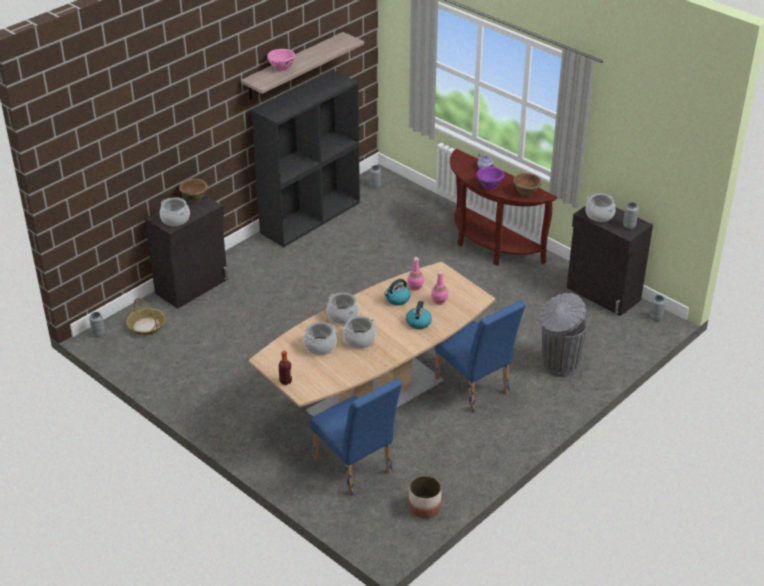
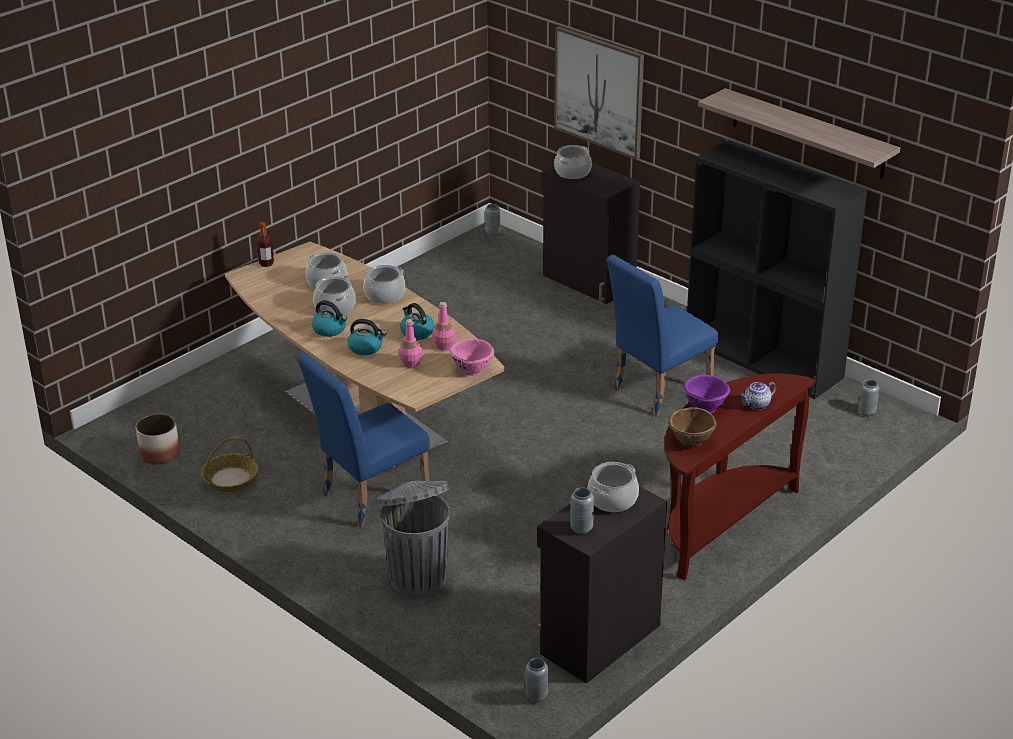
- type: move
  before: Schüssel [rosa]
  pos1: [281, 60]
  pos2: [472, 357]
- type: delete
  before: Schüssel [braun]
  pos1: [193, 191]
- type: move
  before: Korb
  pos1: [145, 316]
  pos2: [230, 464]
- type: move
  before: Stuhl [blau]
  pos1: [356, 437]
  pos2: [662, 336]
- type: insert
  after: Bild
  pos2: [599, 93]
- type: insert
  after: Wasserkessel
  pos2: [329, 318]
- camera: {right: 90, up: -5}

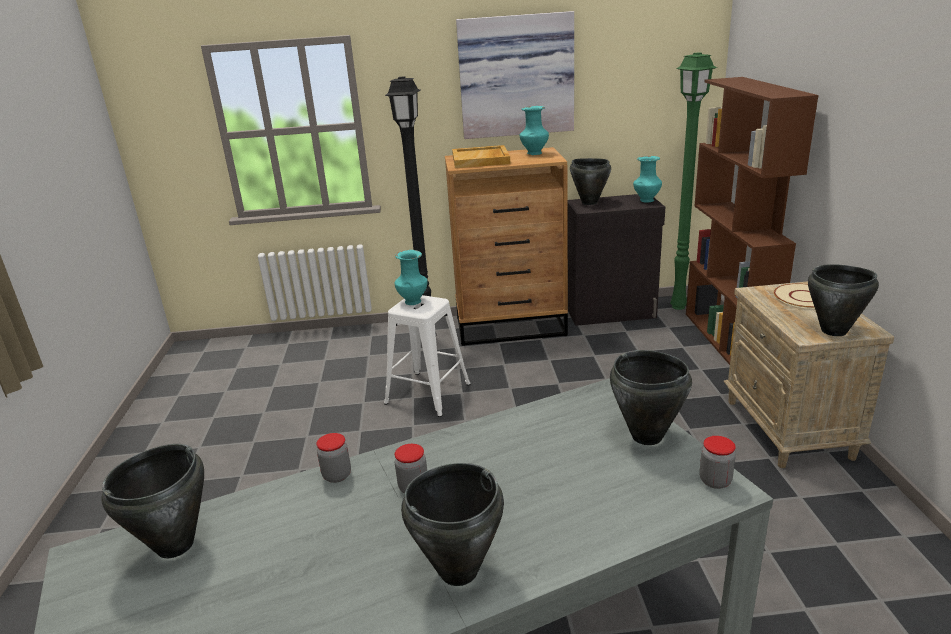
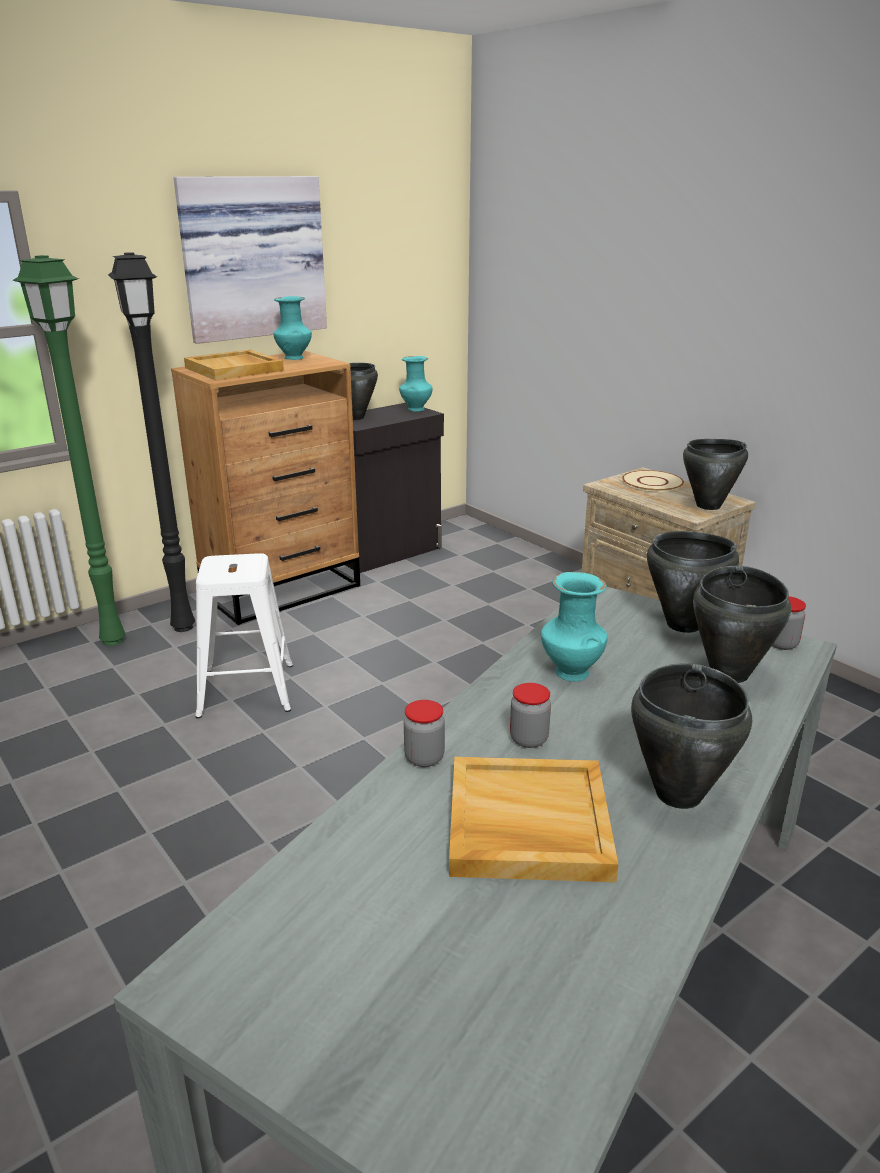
- type: move
  before: Stehlampe [grün]
  pos1: [694, 181]
  pos2: [68, 450]
- type: delete
  before: Bücherregal [braun]
  pos1: [752, 221]
- type: move
  before: Vase [türkis]
  pos1: [411, 277]
  pos2: [574, 626]
- type: move
  before: Kochtopf [schwarz]
  pos1: [152, 501]
  pos2: [742, 624]
- type: insert
  after: Tablett [beige]
  pos2: [533, 819]
- camera: {right: -35, up: 0}

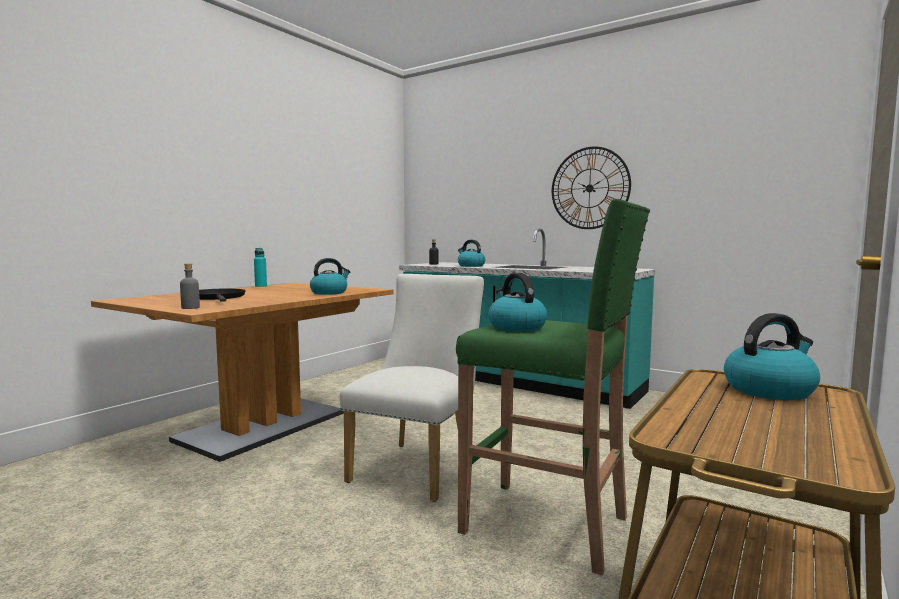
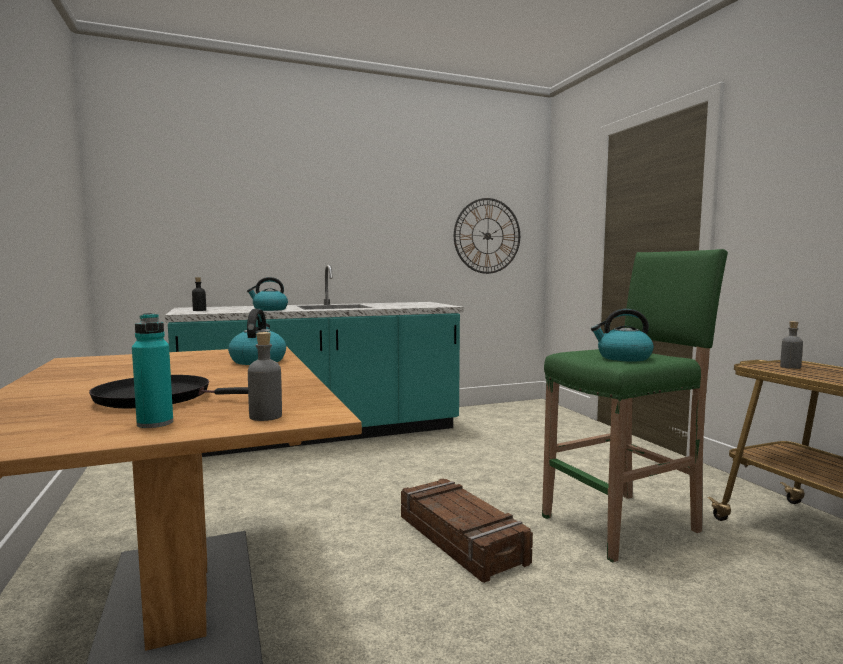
- type: move
  before: Wanduhr
  pos1: [591, 187]
  pos2: [487, 236]
- type: move
  before: Flasche [türkis]
  pos1: [260, 267]
  pos2: [152, 370]
- type: replace
  before: Stuhl [weiß]
  after: Kiste
  pos1: [412, 388]
  pos2: [467, 530]
- type: replace
  before: Wasserkessel
  after: Flasche [grau]
  pos1: [772, 356]
  pos2: [791, 345]
- camera: {right: -55, up: 0}

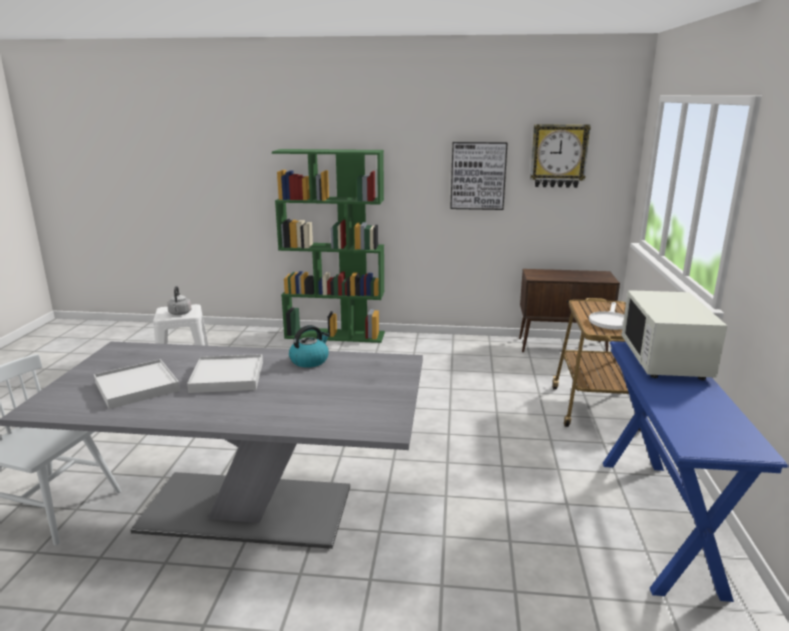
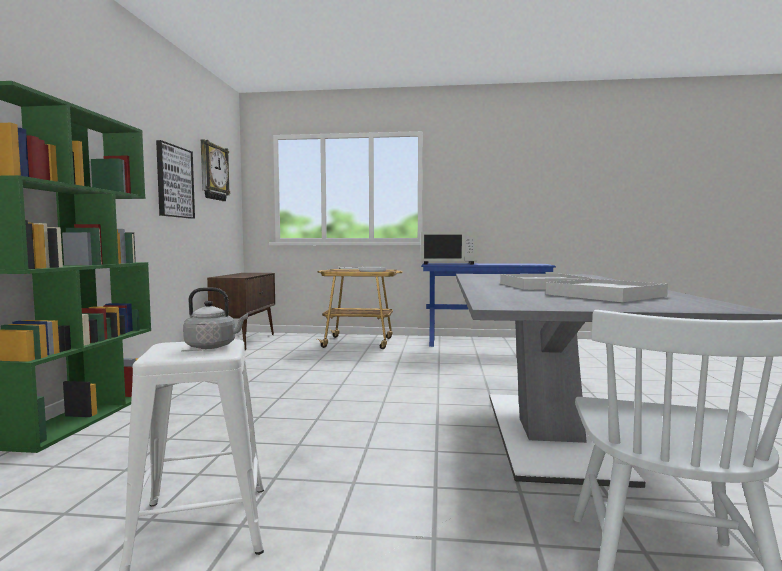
- type: delete
  before: Wasserkessel
  pos1: [309, 346]
- camera: {right: -90, up: -15}

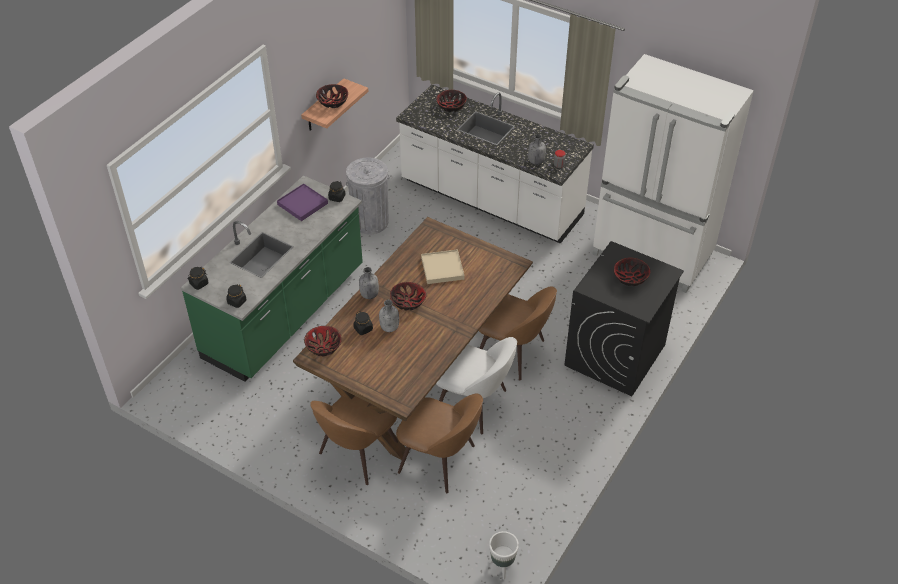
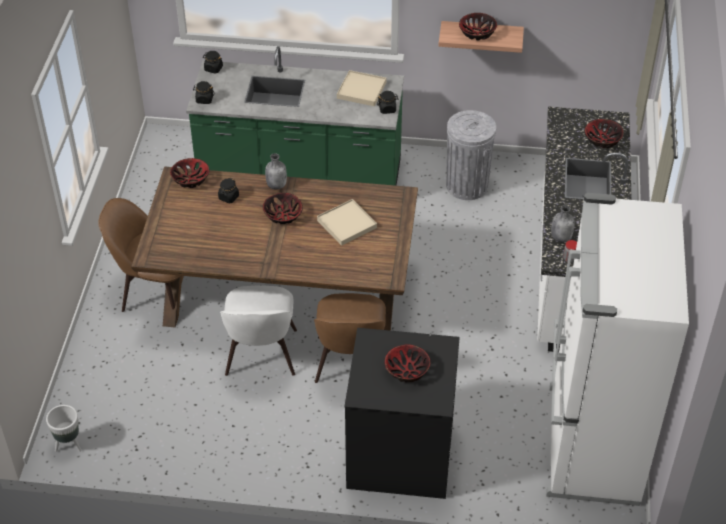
- type: recolor
  before: Tablett [lila]
  after: Tablett [beige]
  pos1: [302, 202]
  pos2: [361, 88]
- type: delete
  before: Flasche [grau]
  pos1: [389, 316]
- type: delete
  before: Stuhl [braun]
  pos1: [439, 443]
- camera: {right: 65, up: 0}

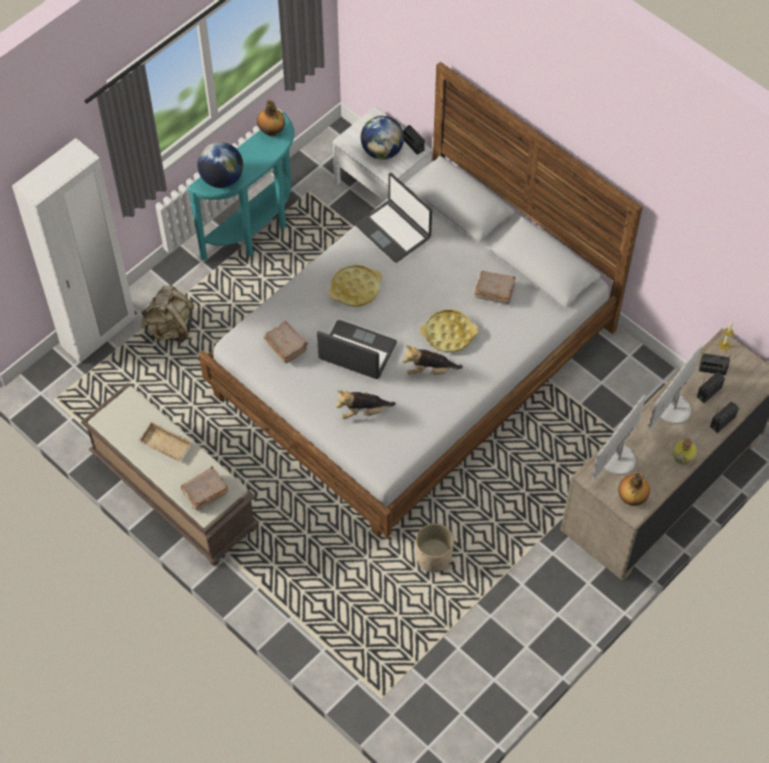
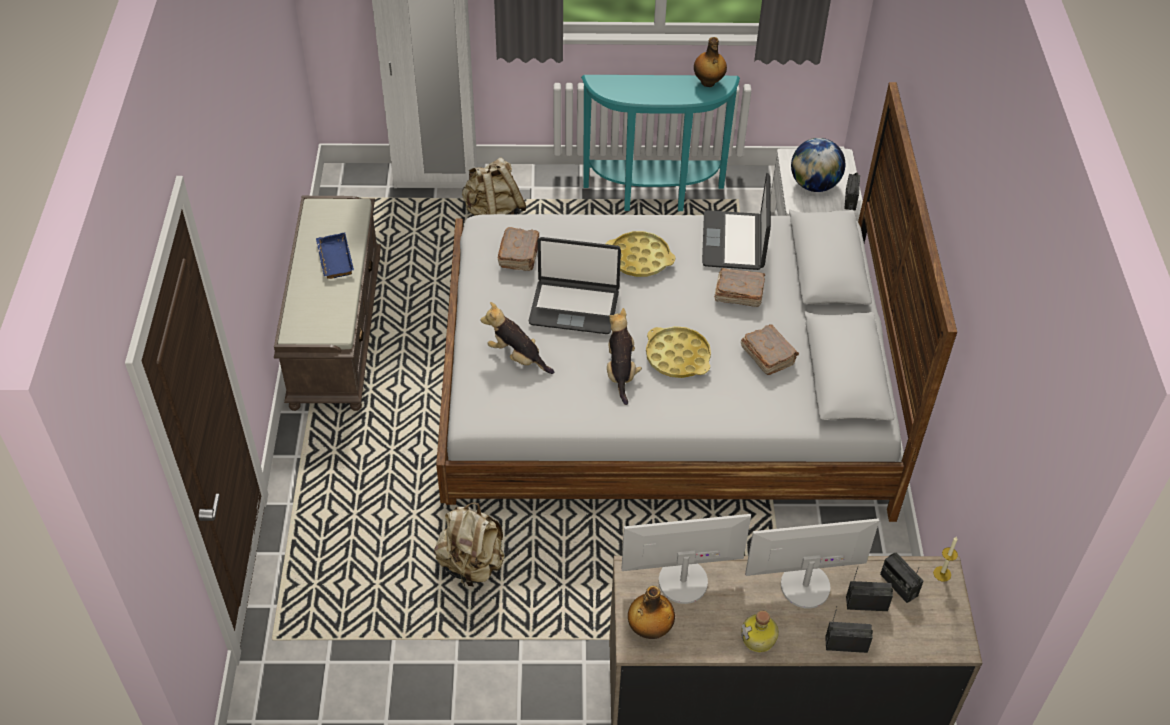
- type: delete
  before: Globus
  pos1: [220, 165]
- type: rotate
  before: Laptop
  pos1: [357, 349]
  pos2: [575, 285]
  turn: 120
- type: rotate
  before: Plüschtier
  pos1: [432, 360]
  pos2: [624, 356]
  turn: 45
- type: recolor
  before: Tablett [beige]
  after: Tablett [blau]
  pos1: [165, 441]
  pos2: [335, 256]
- type: move
  before: Buch [braun]
  pos1: [204, 488]
  pos2: [739, 287]
- type: replace
  before: Pflanzkübel [beige]
  after: Rucksack [beige]
  pos1: [435, 547]
  pos2: [469, 545]
- camera: {right: 45, up: -10}

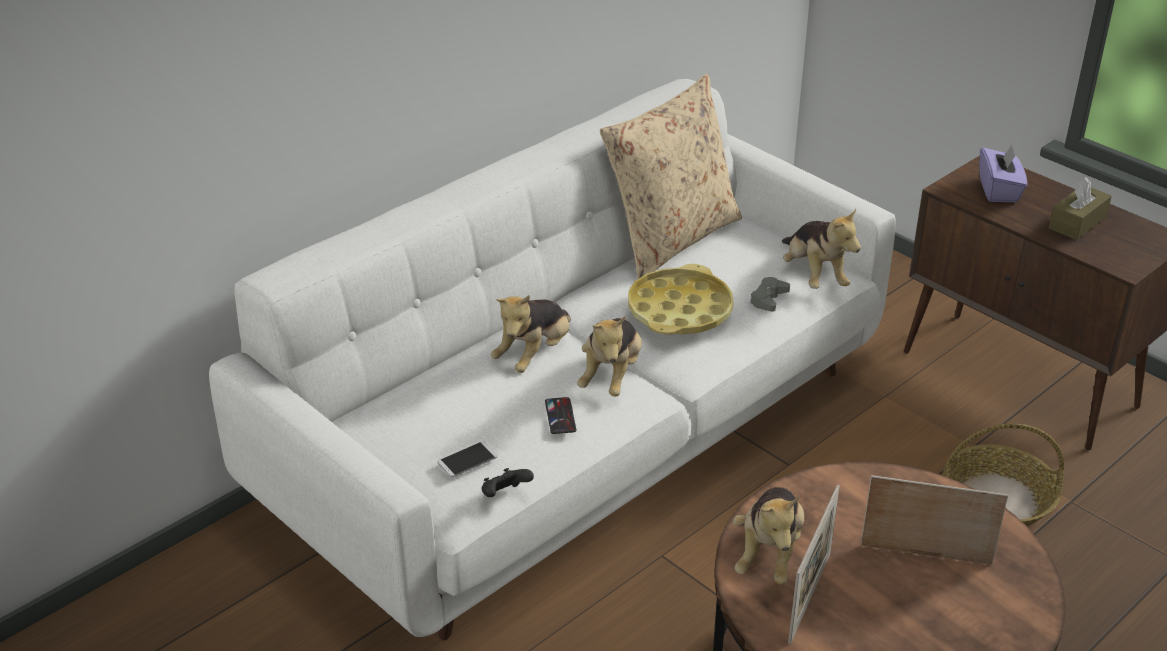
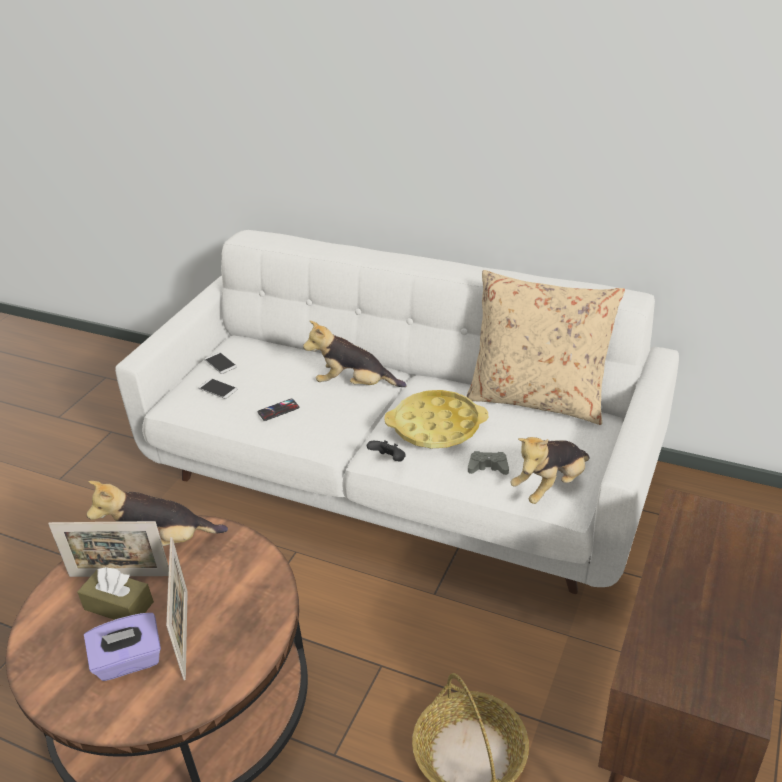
- type: move
  before: Taschentuchbox [lila]
  pos1: [1003, 173]
  pos2: [122, 647]
- type: move
  before: Taschentuchbox [braun]
  pos1: [1080, 208]
  pos2: [115, 593]
- type: delete
  before: Plüschtier
  pos1: [609, 356]
- type: move
  before: Gamepad [schwarz]
  pos1: [508, 482]
  pos2: [386, 451]
- type: insert
  after: Handy
  pos2: [220, 363]
- camera: {right: 70, up: 0}

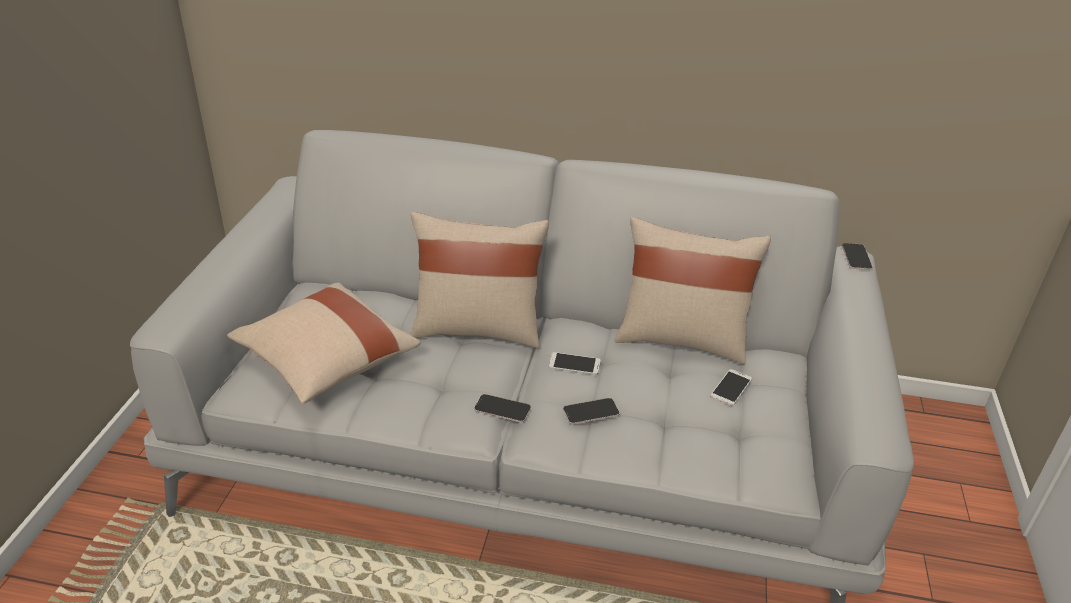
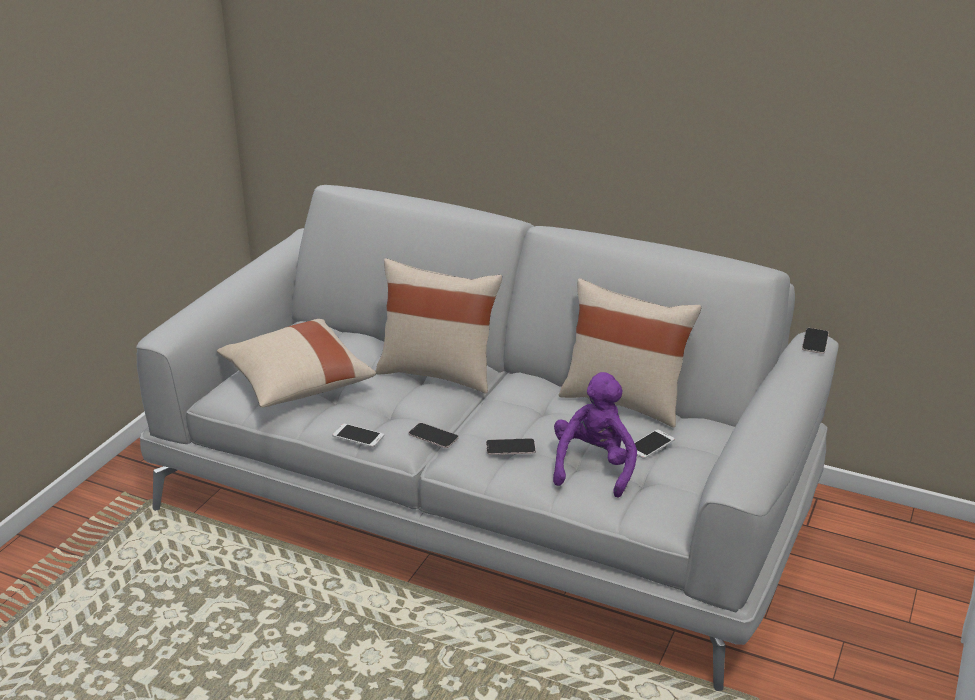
- type: move
  before: Handy
  pos1: [574, 363]
  pos2: [358, 435]
- type: insert
  after: Plüschtier [lila]
  pos2: [595, 434]
- camera: {right: 15, up: -5}

